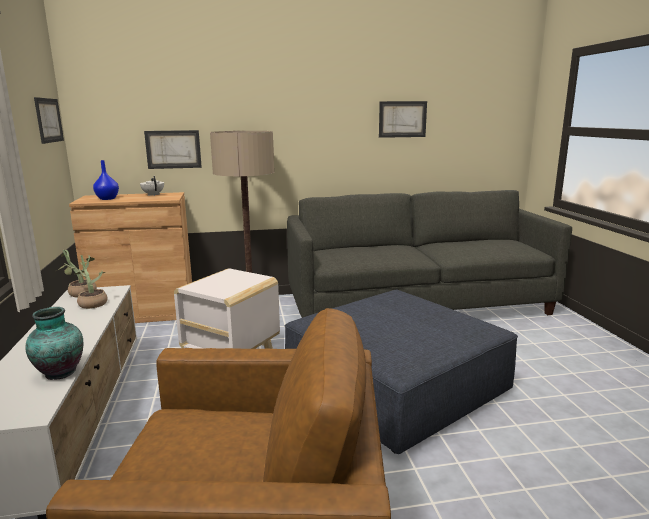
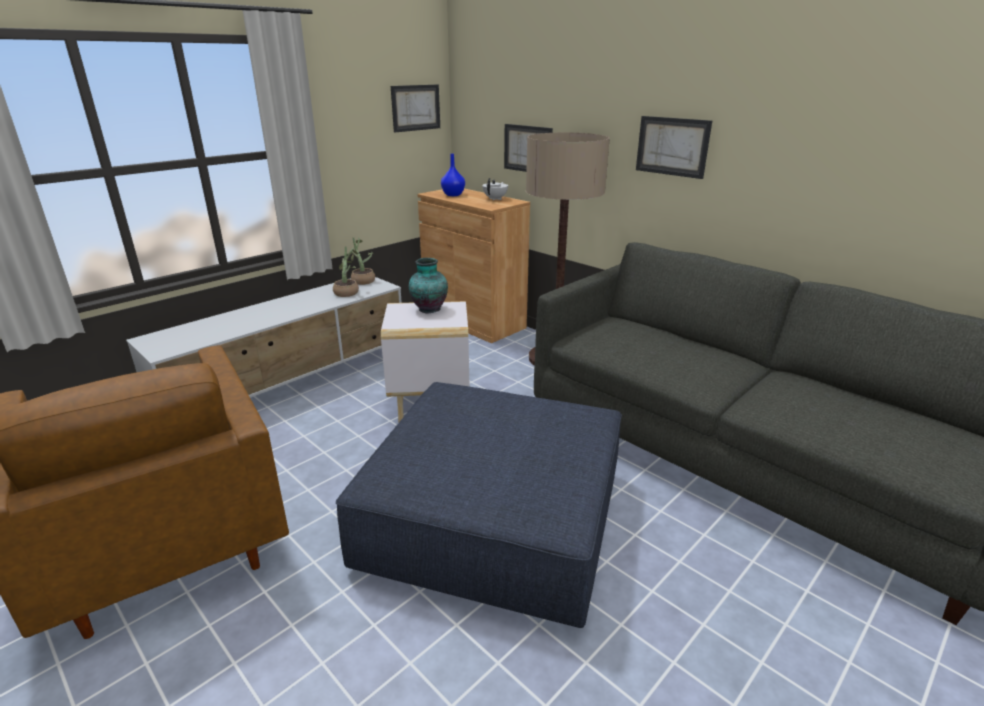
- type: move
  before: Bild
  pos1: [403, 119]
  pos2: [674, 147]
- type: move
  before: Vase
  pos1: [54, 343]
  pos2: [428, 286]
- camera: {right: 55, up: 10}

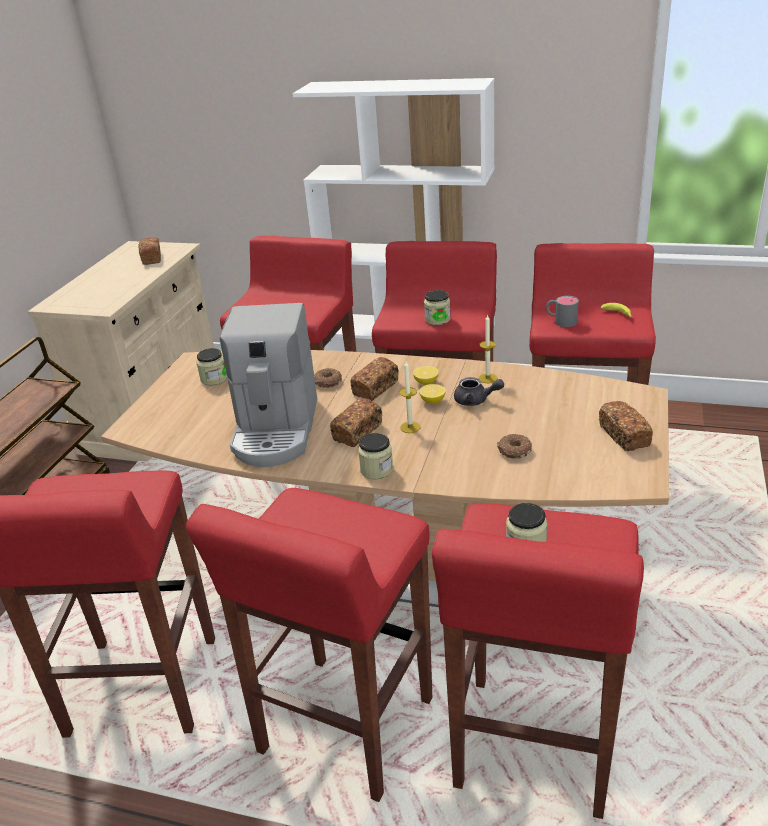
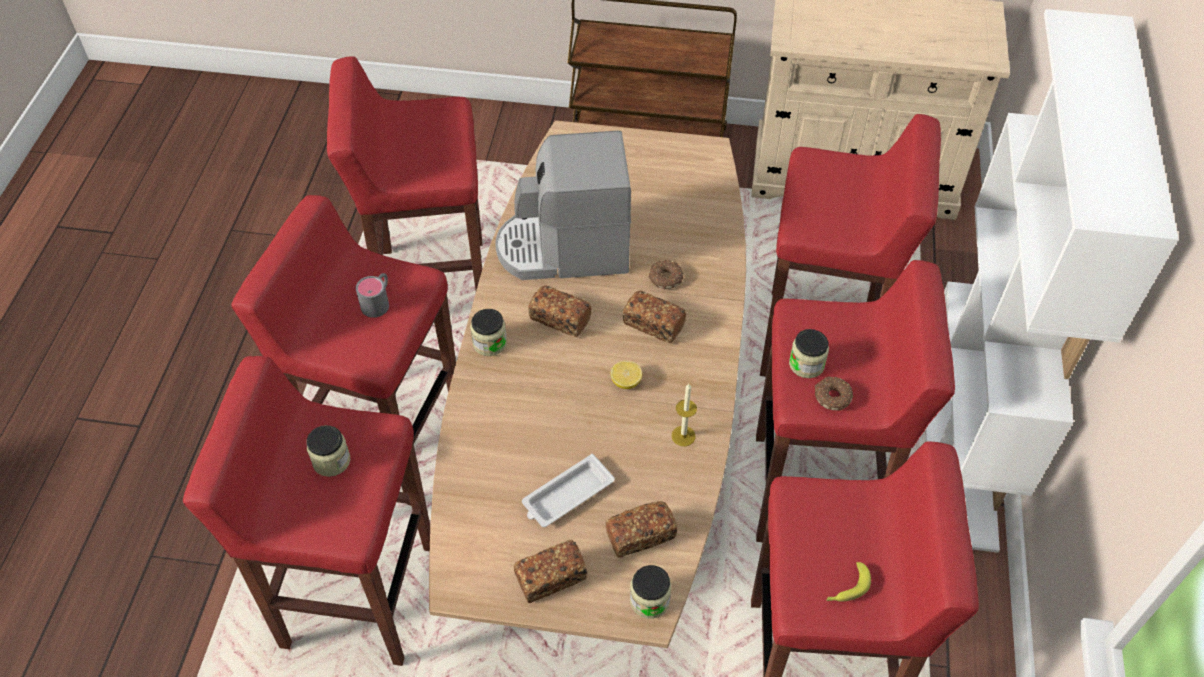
- type: move
  before: Brot
  pos1: [149, 251]
  pos2: [641, 529]
- type: move
  before: Henkelbecher [grau]
  pos1: [562, 311]
  pos2: [372, 295]
- type: move
  before: Vorratsglas
  pos1: [212, 367]
  pos2: [650, 592]
- type: delete
  before: Kerze
  pos1: [410, 397]
- type: delete
  before: Zitrone
  pos1: [426, 375]
- type: delete
  before: Teekanne [grau]
  pos1: [479, 391]
- type: move
  before: Donut
  pos1: [514, 446]
  pos2: [834, 393]
- type: insert
  after: Tablett [weiß]
  pos2: [568, 490]
- camera: {right: 80, up: 20}

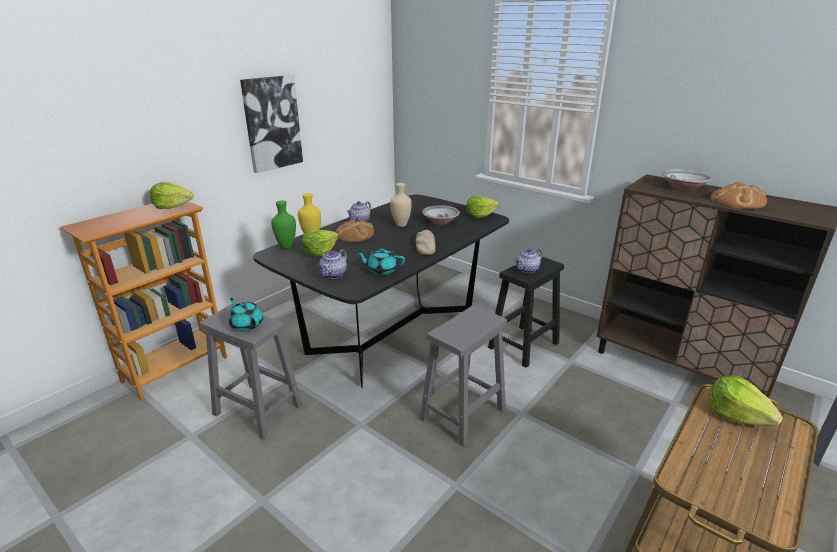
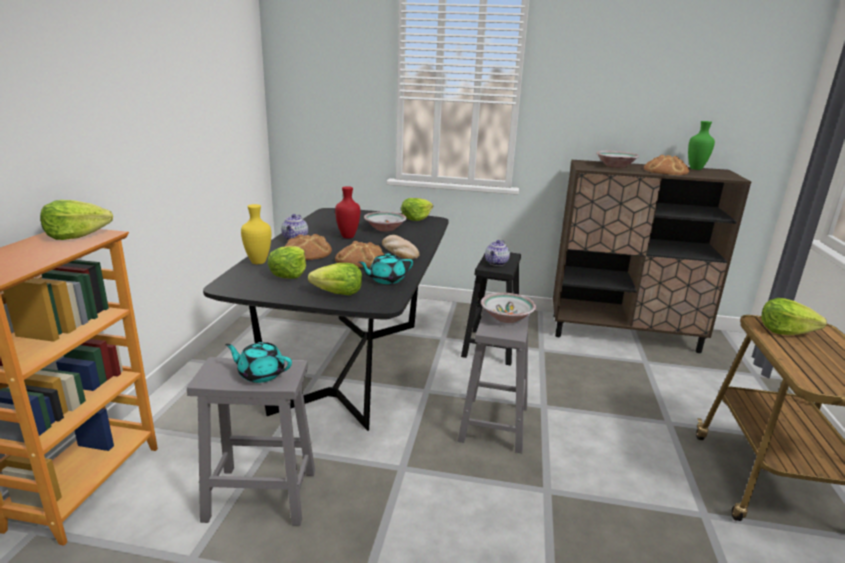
- type: delete
  before: Bild
  pos1: [271, 124]
- type: recolor
  before: Vase [beige]
  after: Vase [rot]
  pos1: [401, 205]
  pos2: [347, 212]
- type: move
  before: Vase [grün]
  pos1: [283, 225]
  pos2: [701, 145]
- type: replace
  before: Teekanne
  after: Salatkopf
  pos1: [332, 264]
  pos2: [335, 279]
- type: insert
  after: Brot
  pos2: [359, 254]
- type: insert
  after: Schüssel
  pos2: [508, 308]
- camera: {right: -30, up: -5}

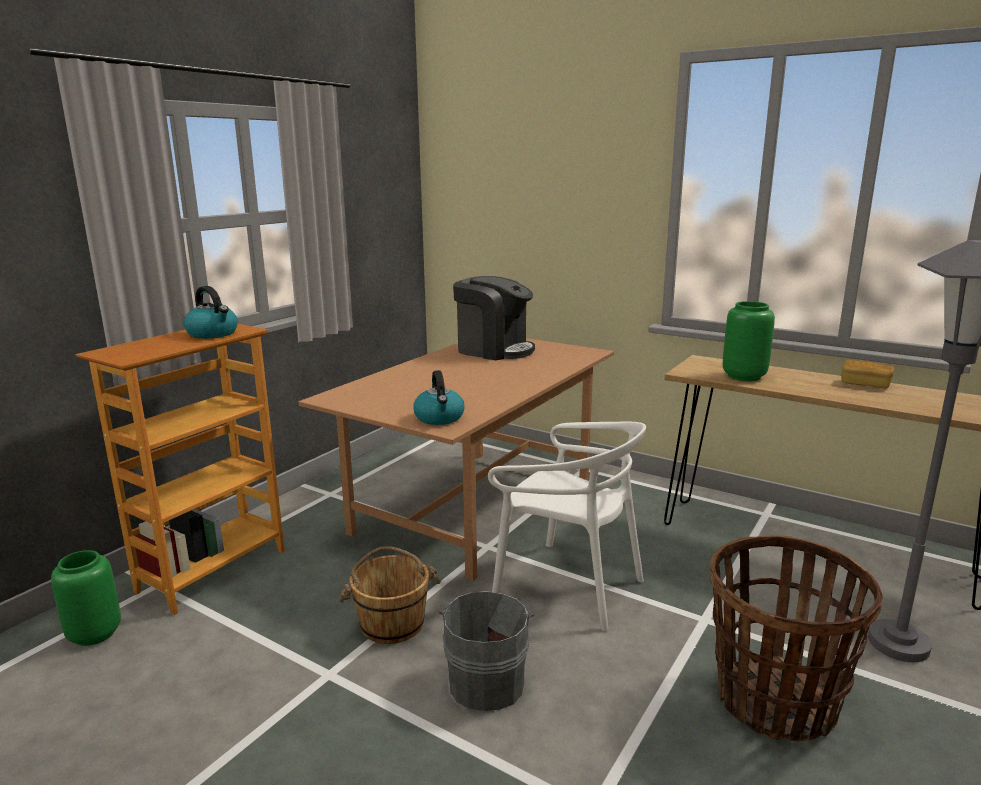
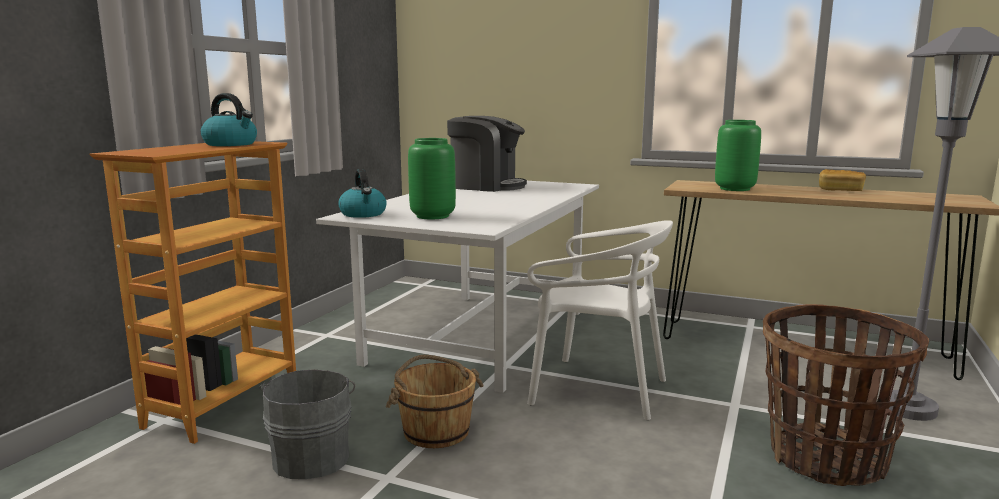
- type: recolor
  before: Esstisch [braun]
  after: Esstisch [weiß]
  pos1: [456, 459]
  pos2: [457, 287]
- type: move
  before: Wasserkessel
  pos1: [439, 397]
  pos2: [362, 193]
- type: move
  before: Vase [grün]
  pos1: [86, 598]
  pos2: [432, 178]
- type: move
  before: Eimer [grau]
  pos1: [486, 651]
  pos2: [307, 424]
- camera: {right: -10, up: -5}

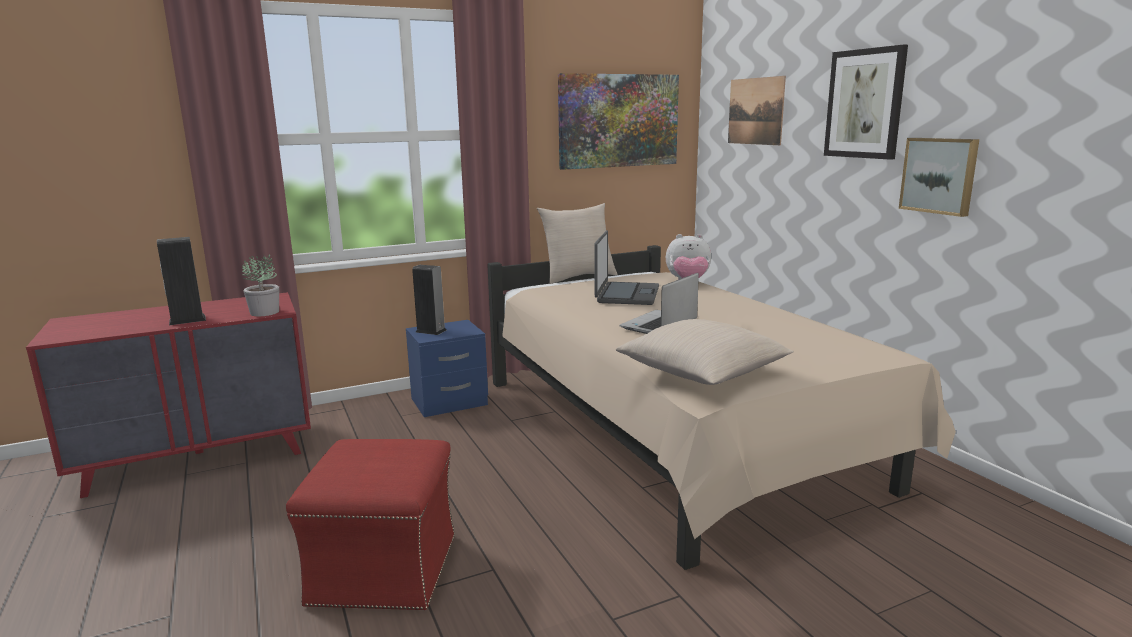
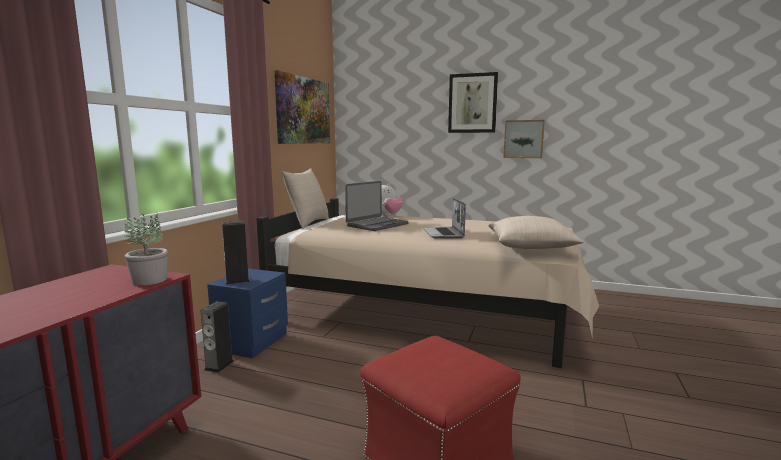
- type: delete
  before: Bild
  pos1: [757, 110]
- type: rotate
  before: Laptop
  pos1: [626, 267]
  pos2: [377, 206]
  turn: 75
- type: move
  before: Lautsprecher
  pos1: [181, 281]
  pos2: [217, 337]
- camera: {right: -45, up: -5}

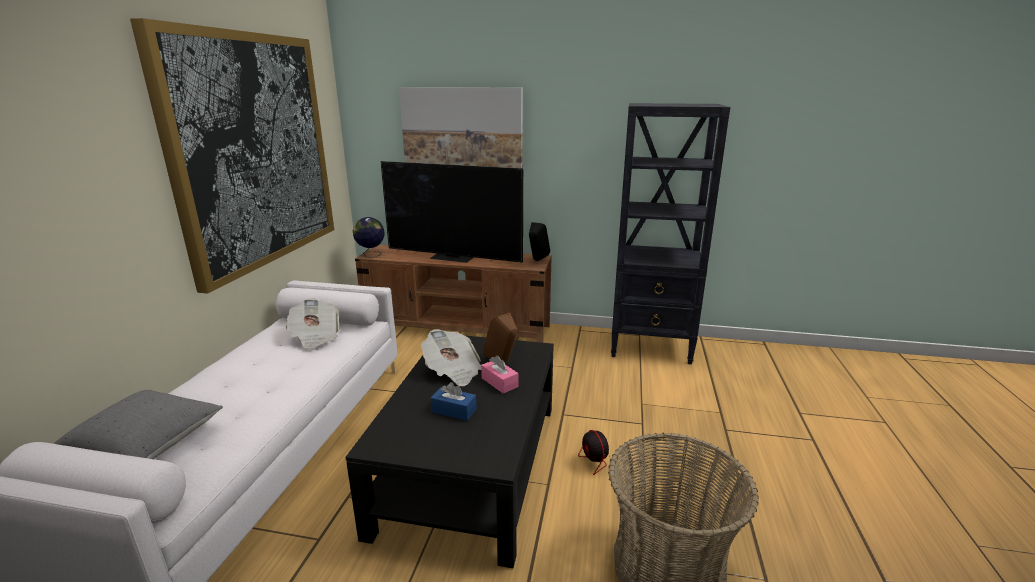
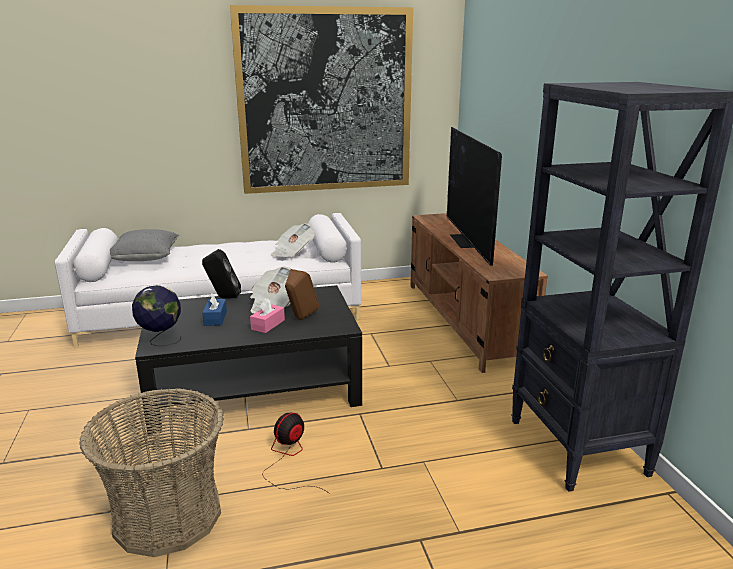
- type: delete
  before: Bild
  pos1: [461, 127]
- type: move
  before: Globus
  pos1: [369, 237]
  pos2: [156, 315]
- type: move
  before: Lautsprecher [schwarz]
  pos1: [539, 241]
  pos2: [221, 274]
- camera: {right: 65, up: 0}

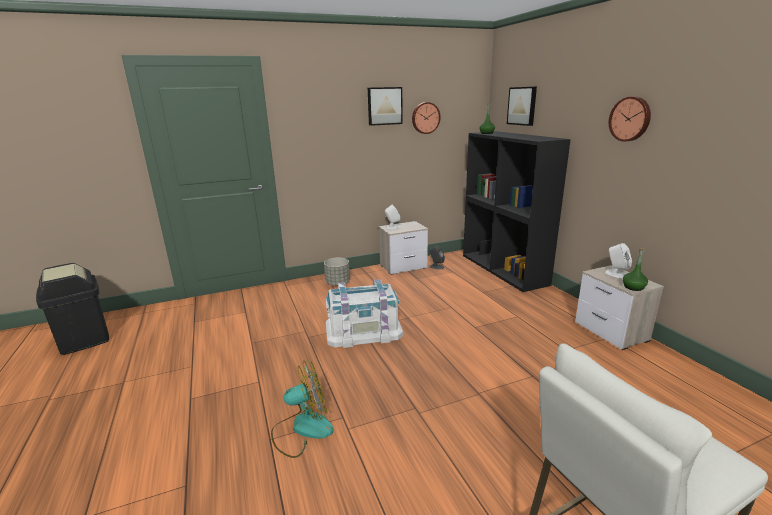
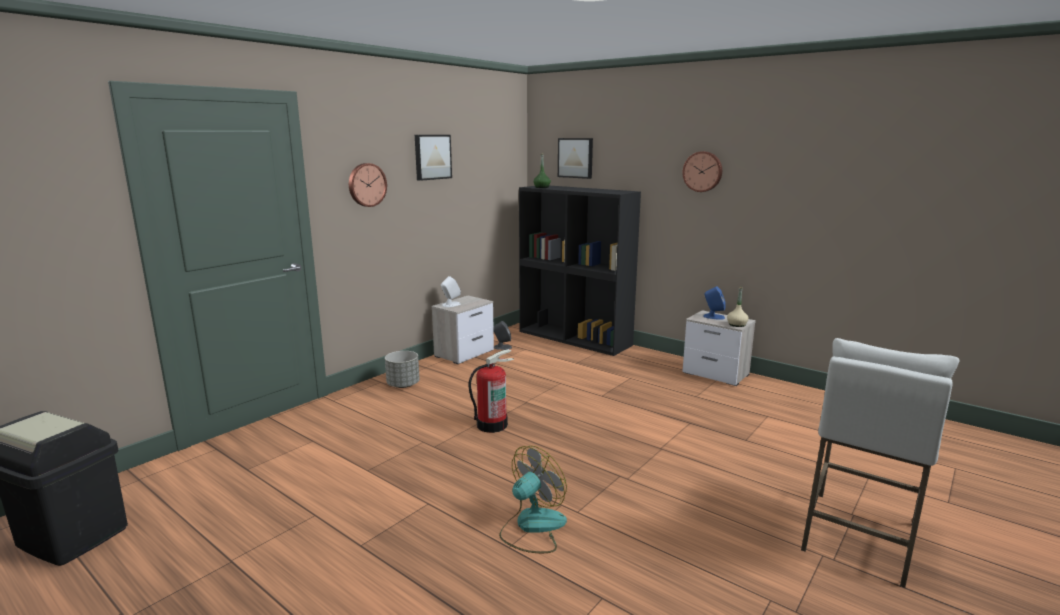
- type: move
  before: Wanduhr
  pos1: [426, 118]
  pos2: [368, 185]
- type: recolor
  before: Lautsprecher [weiß]
  after: Lautsprecher [blau]
  pos1: [618, 261]
  pos2: [714, 303]
- type: recolor
  before: Flasche [grün]
  after: Flasche [beige]
  pos1: [635, 269]
  pos2: [738, 307]
- type: replace
  before: Aufbewahrungsbox [weiß]
  after: Feuerlöscher
  pos1: [364, 313]
  pos2: [491, 391]
- camera: {right: -30, up: -5}

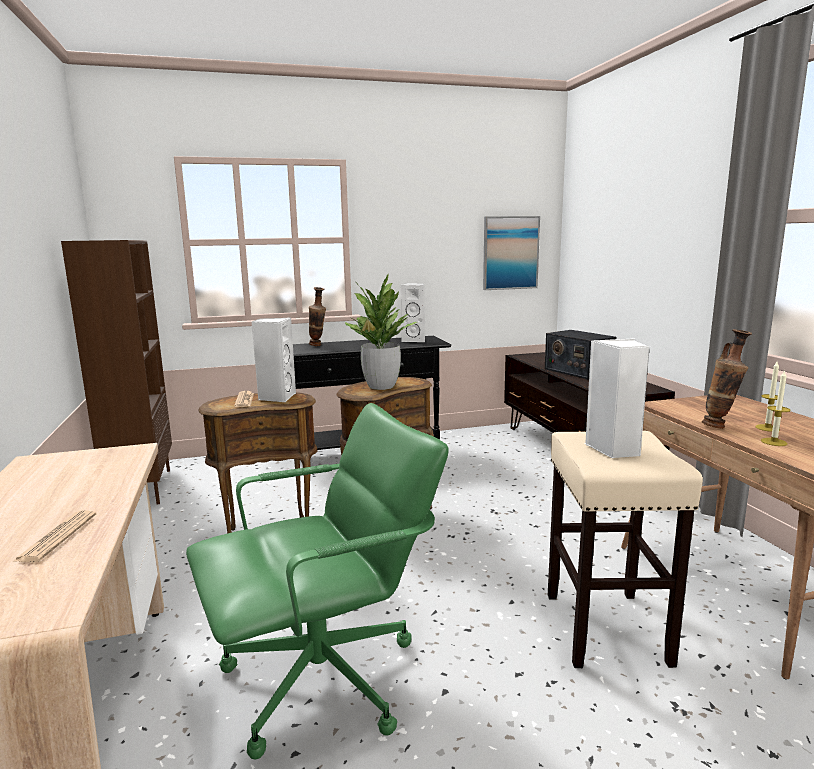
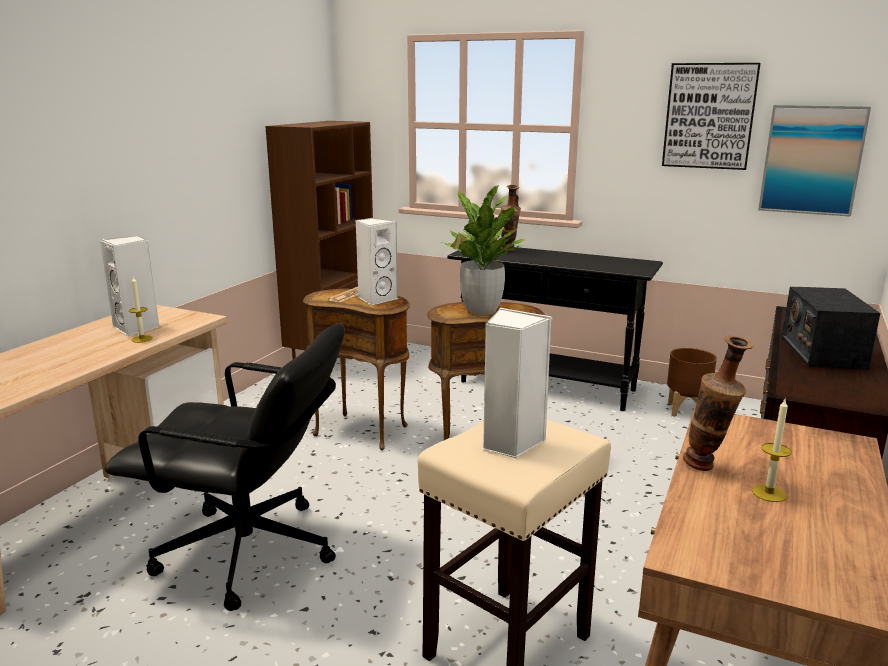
- type: move
  before: Lautsprecher [weiß]
  pos1: [413, 312]
  pos2: [130, 286]
- type: move
  before: Kerze
  pos1: [775, 408]
  pos2: [141, 309]
- type: recolor
  before: Bürostuhl [grün]
  after: Bürostuhl [schwarz]
  pos1: [317, 581]
  pos2: [224, 467]
- type: delete
  before: Zeitung
  pos1: [54, 536]
- type: insert
  after: Bild
  pos2: [711, 116]
- type: insert
  after: Pflanzkübel [braun]
  pos2: [692, 382]
- camera: {right: 40, up: 5}

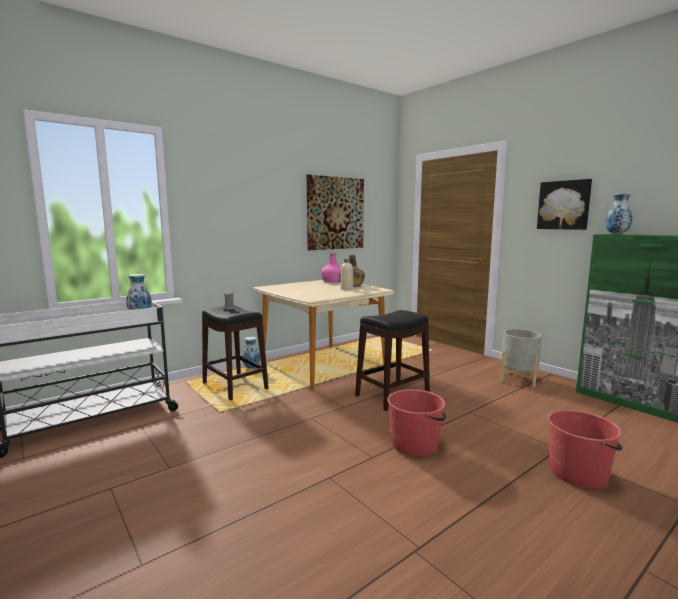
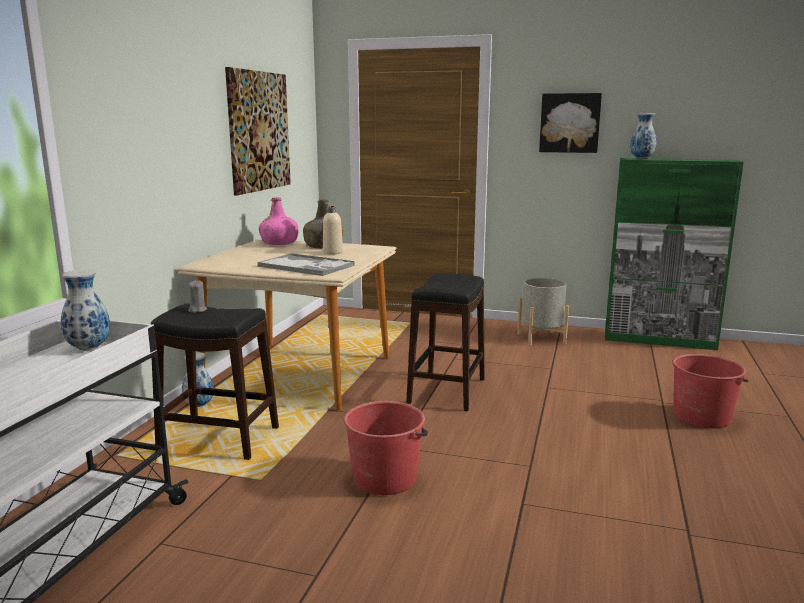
- type: move
  before: Eimer [rot]
  pos1: [416, 423]
  pos2: [386, 448]
- type: insert
  after: Tablett
  pos2: [306, 264]
- camera: {right: -35, up: 5}

